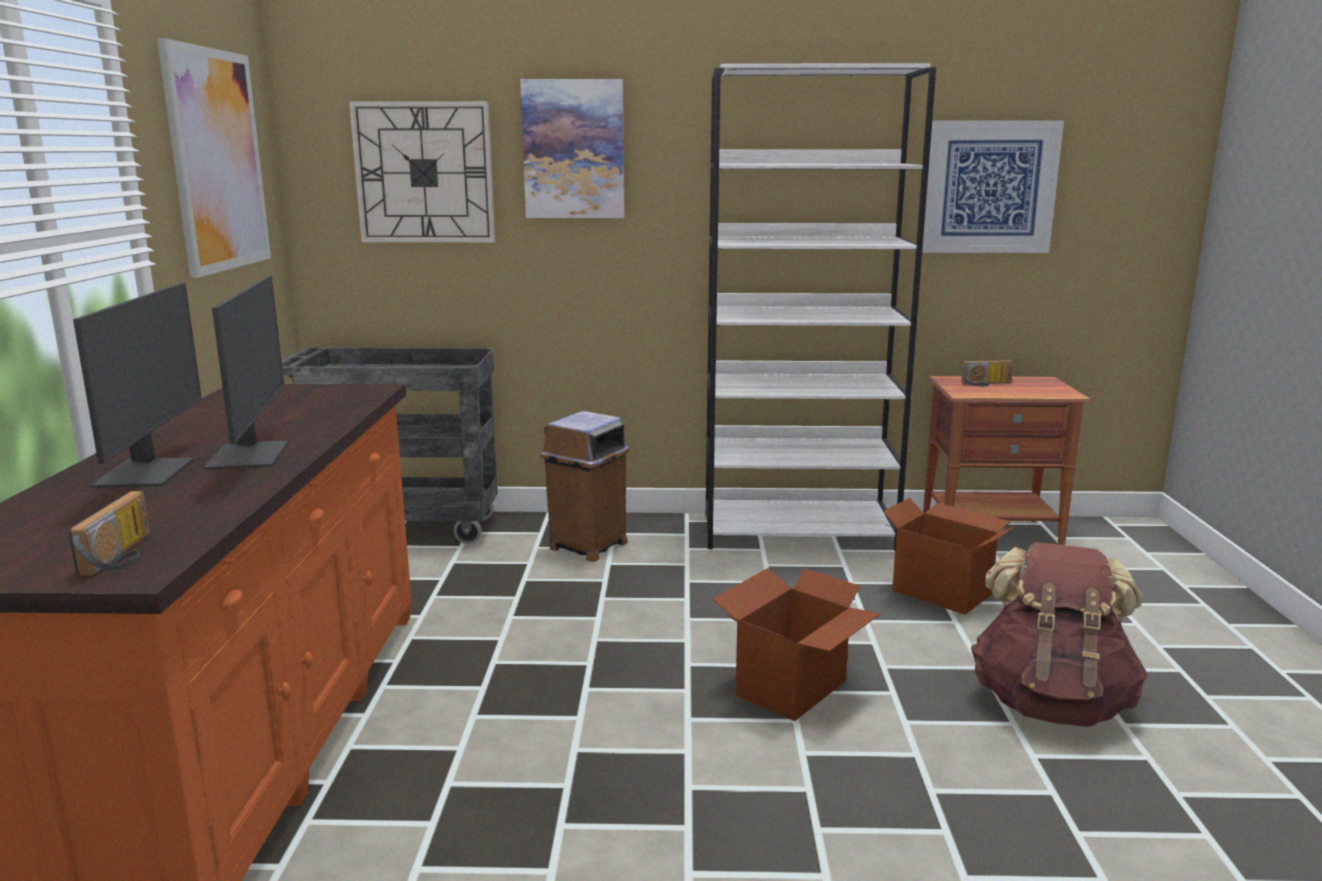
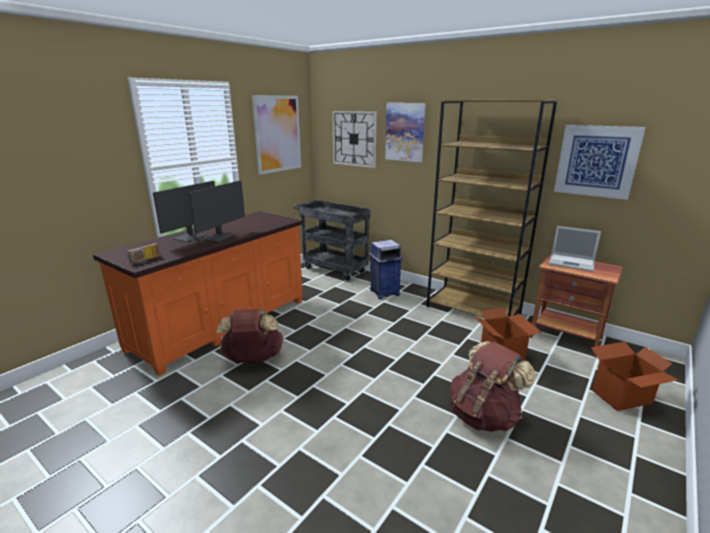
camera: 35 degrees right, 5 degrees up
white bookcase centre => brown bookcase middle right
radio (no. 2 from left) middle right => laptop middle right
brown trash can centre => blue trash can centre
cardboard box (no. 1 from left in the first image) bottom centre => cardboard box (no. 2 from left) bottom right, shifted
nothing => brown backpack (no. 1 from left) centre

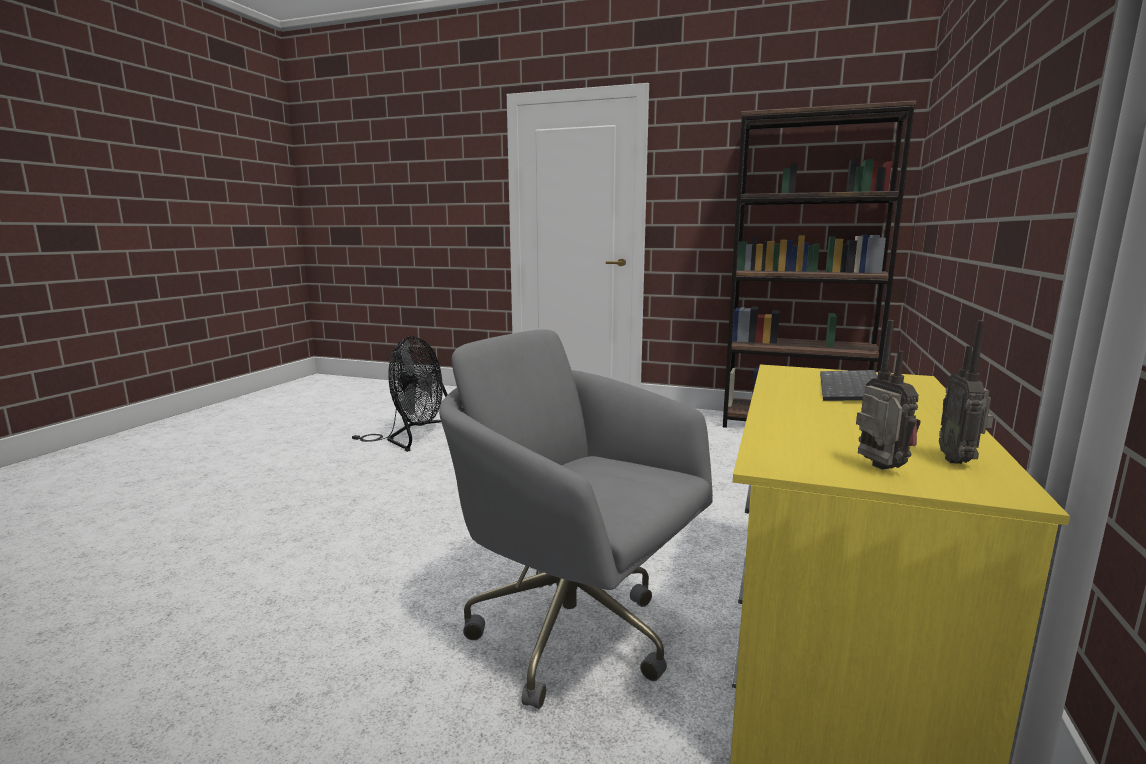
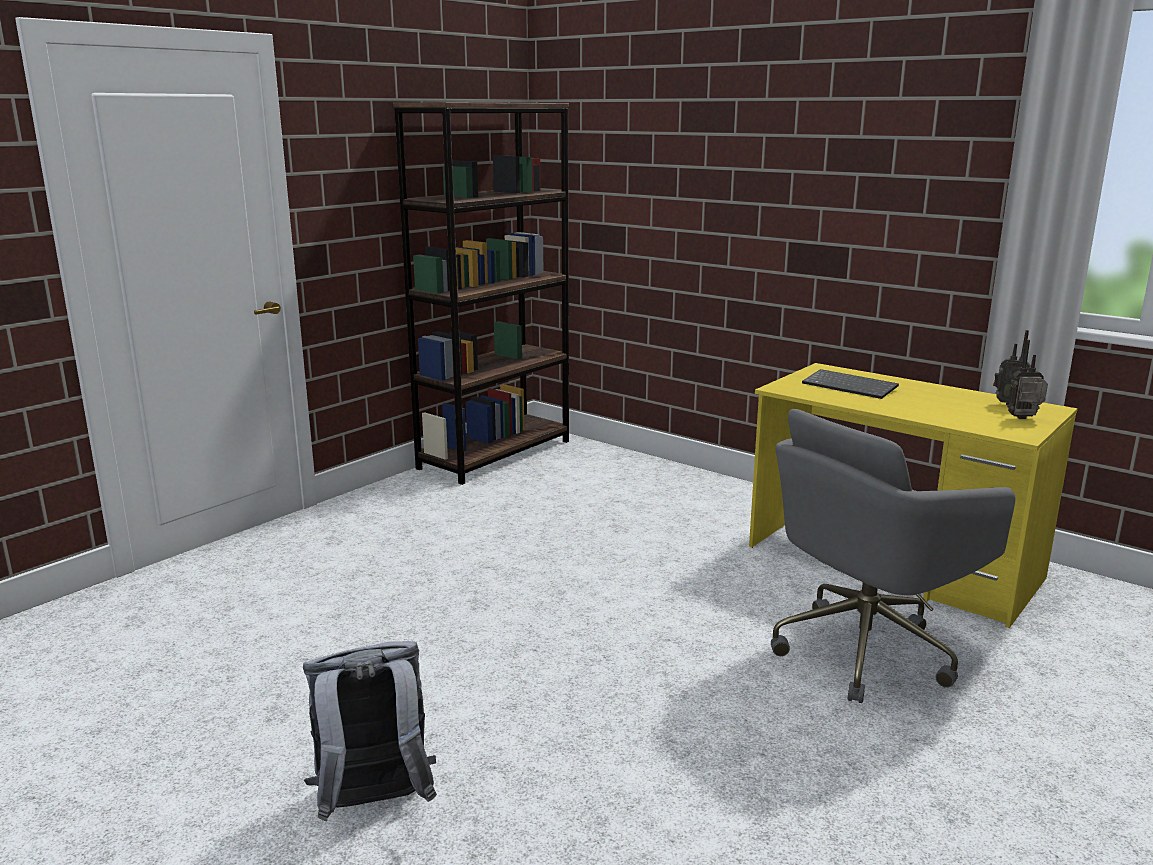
camera: 70 degrees left, 5 degrees up
black fan centre => nothing
nothing => grey backpack bottom left

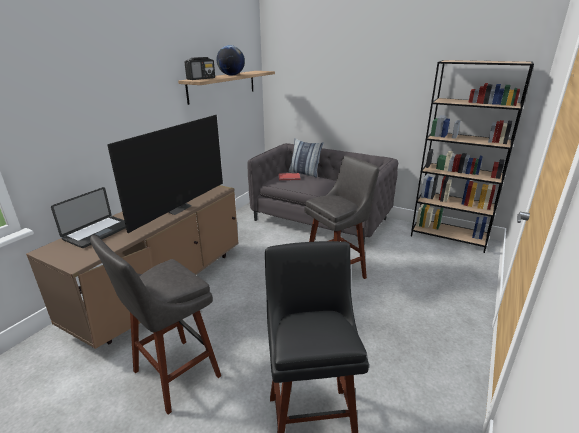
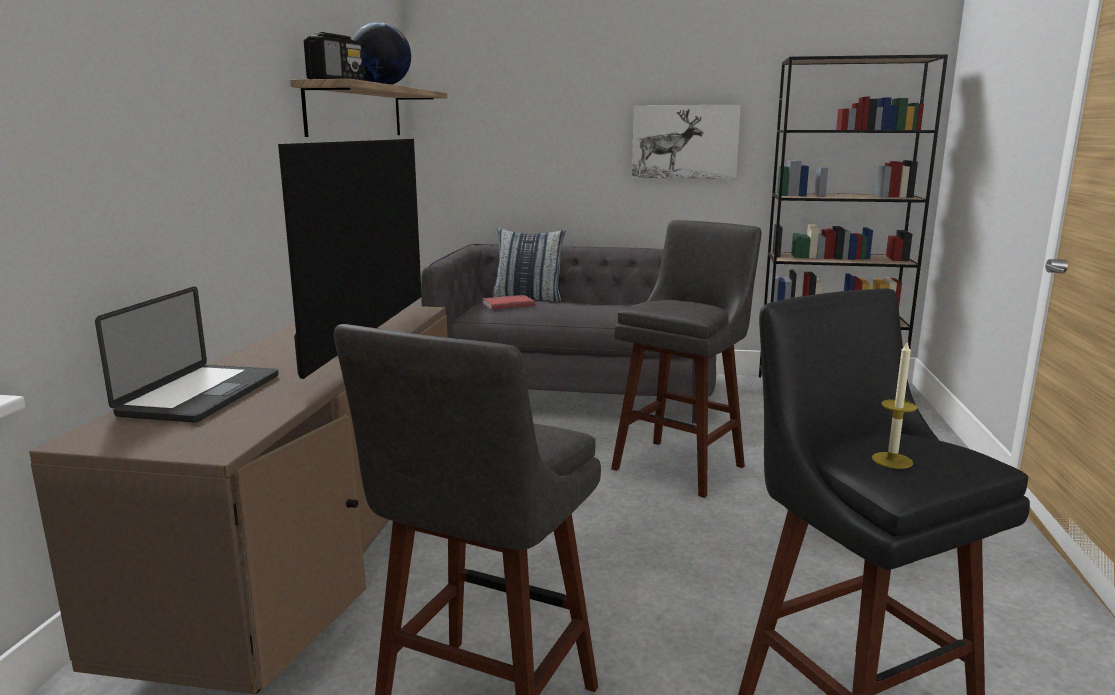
camera: 20 degrees left, 10 degrees down
nothing => picture top centre
nothing => candle middle right

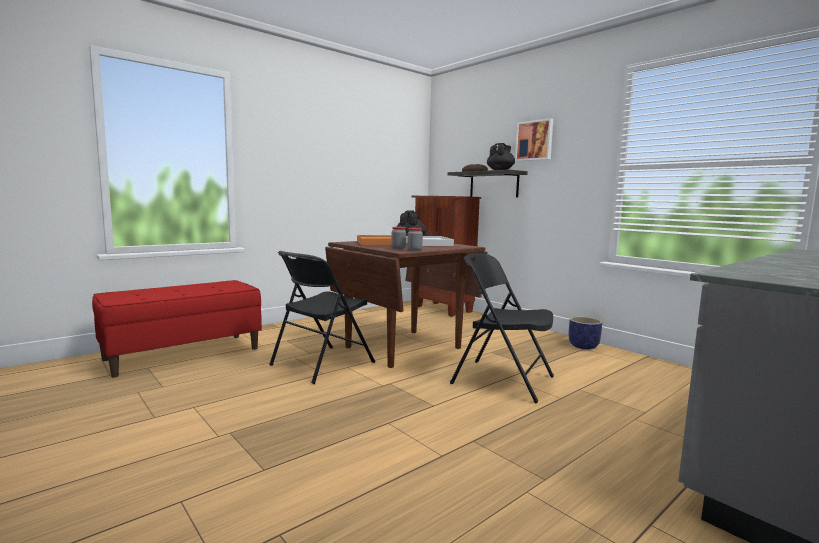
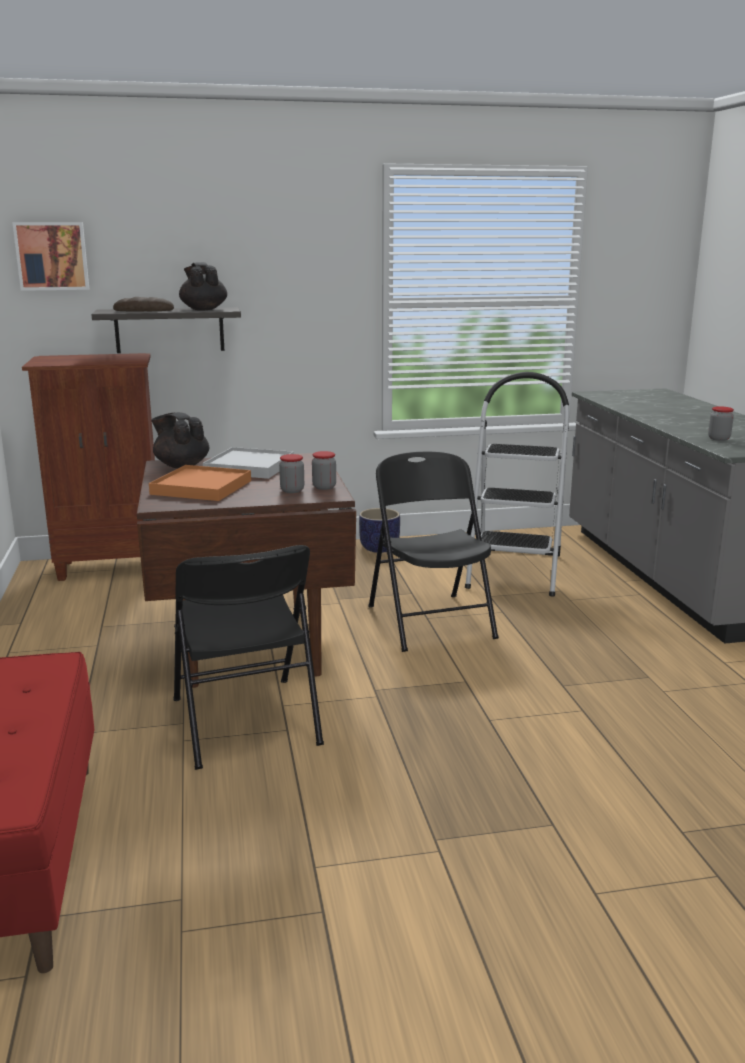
camera: 60 degrees left, 10 degrees up
picture top centre => picture top left, shifted
black chair (no. 2 from left) centre, 105 degrees clockwise
nothing => step ladder middle right
nothing => jar (no. 3 from left) middle right

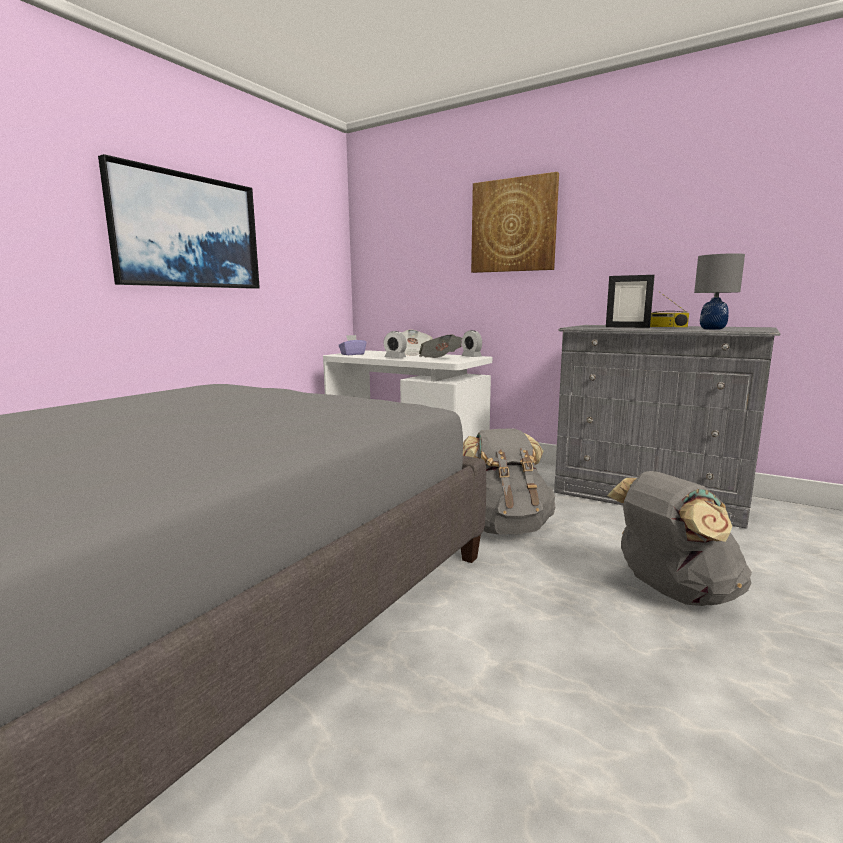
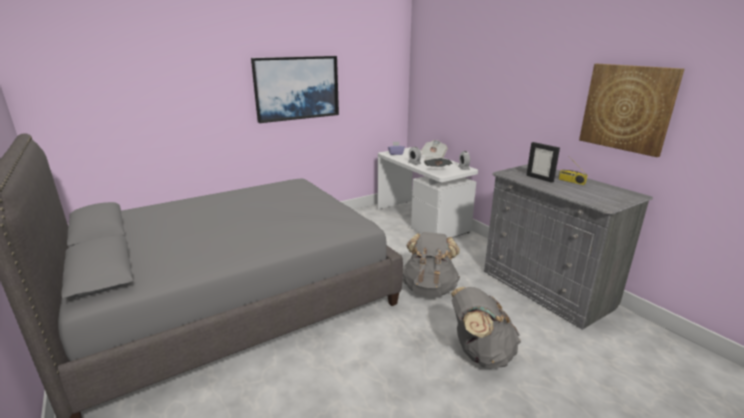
camera: 25 degrees right, 10 degrees up
picture (no. 2 from left) top centre => picture (no. 2 from left) top right, shifted
grey table lamp middle right => nothing

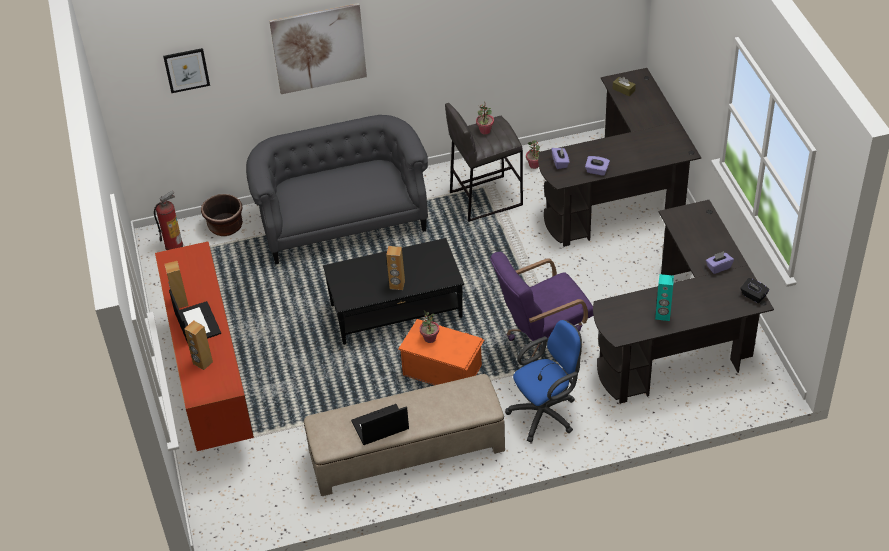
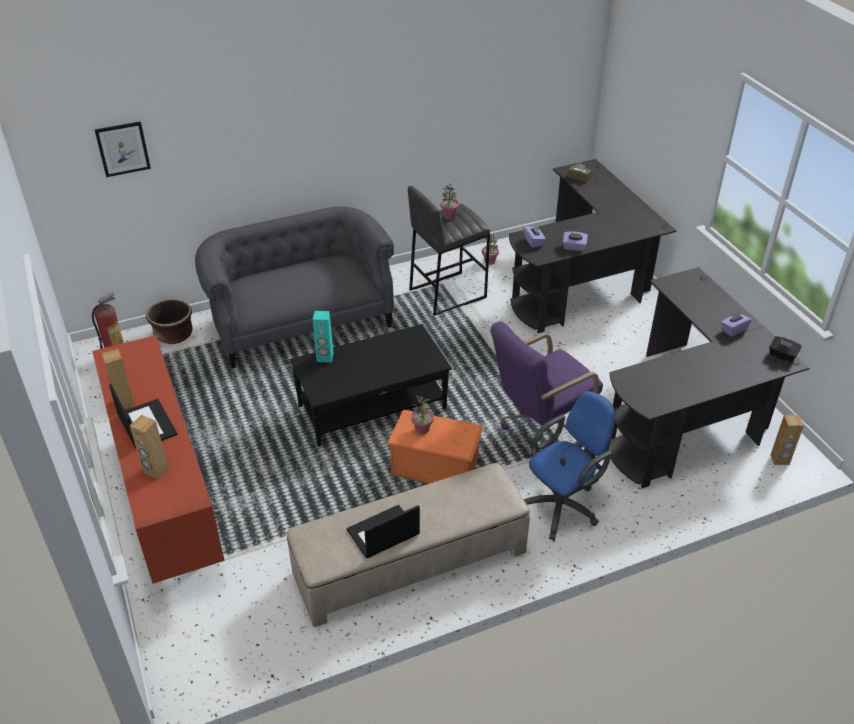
camera: 10 degrees left, 5 degrees down
picture (no. 2 from left) top centre => nothing
brown speaker (no. 3 from left) centre => brown speaker (no. 3 from left) middle right, shifted
turquoise speaker middle right => turquoise speaker centre, shifted

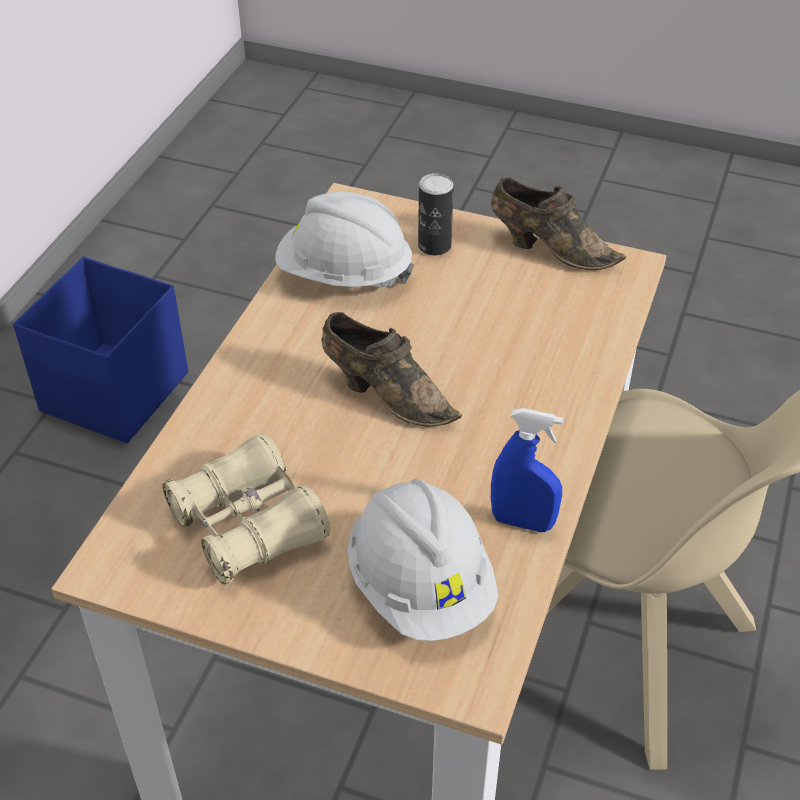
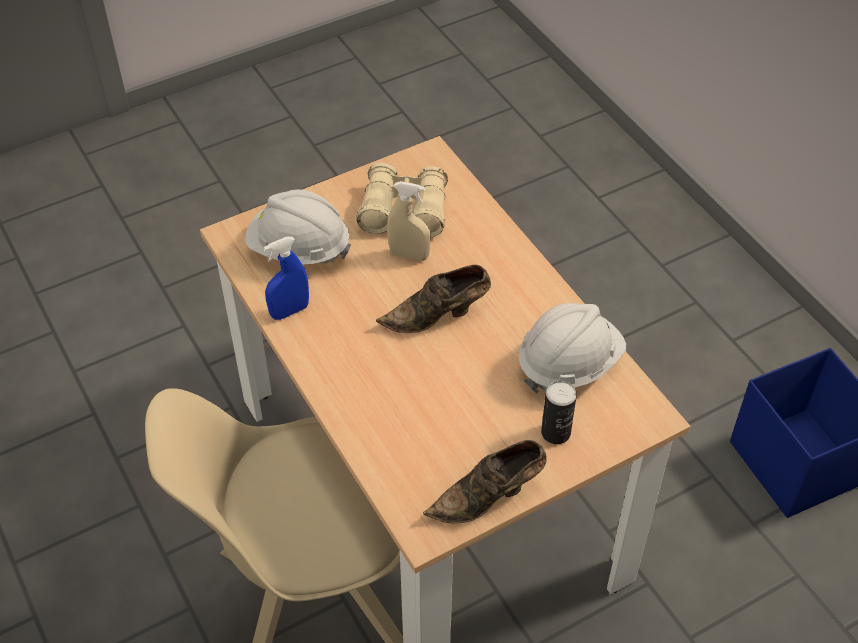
camera: 130 degrees right, 5 degrees up
nothing => beige spray bottle centre

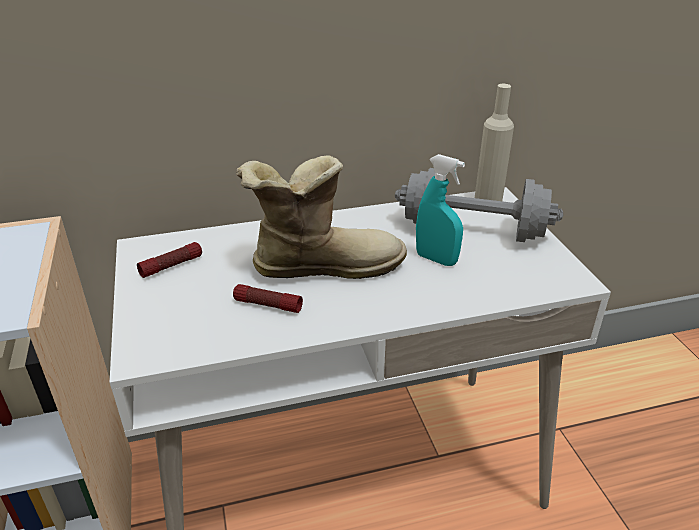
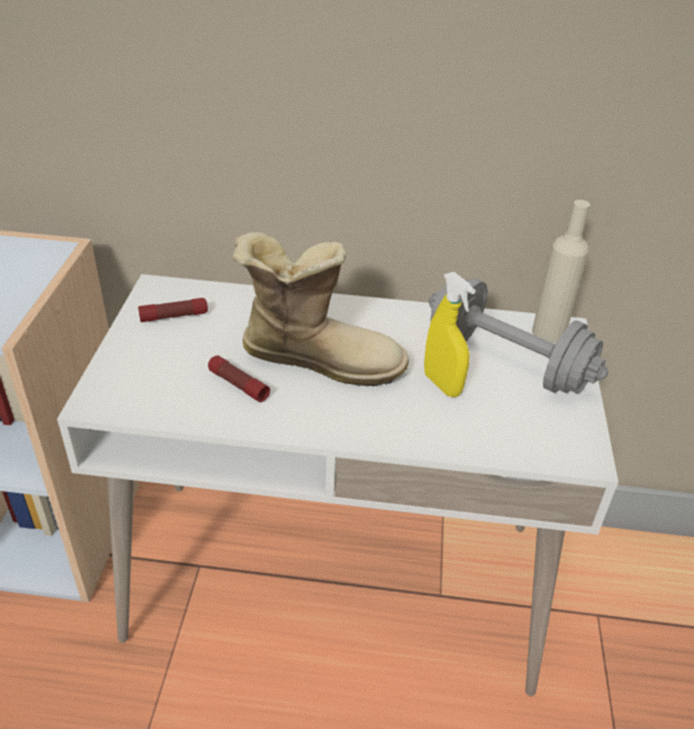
camera: 20 degrees right, 5 degrees up
turquoise spray bottle centre => yellow spray bottle centre

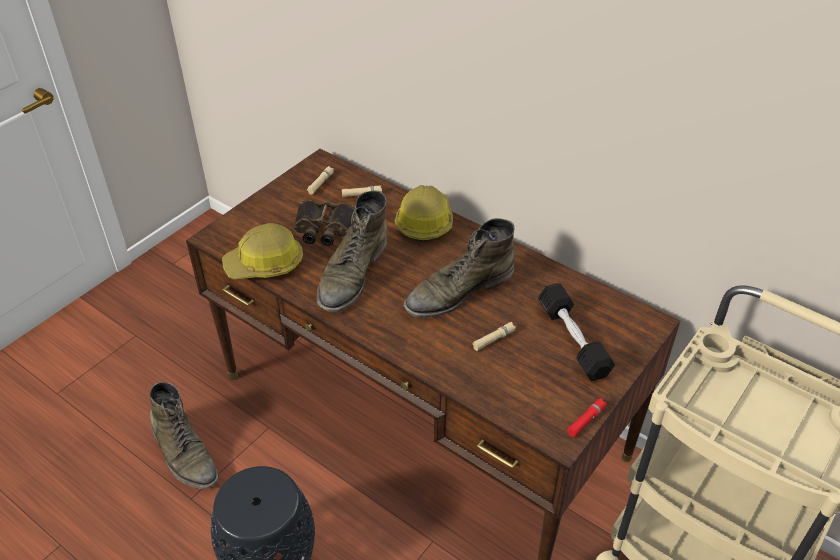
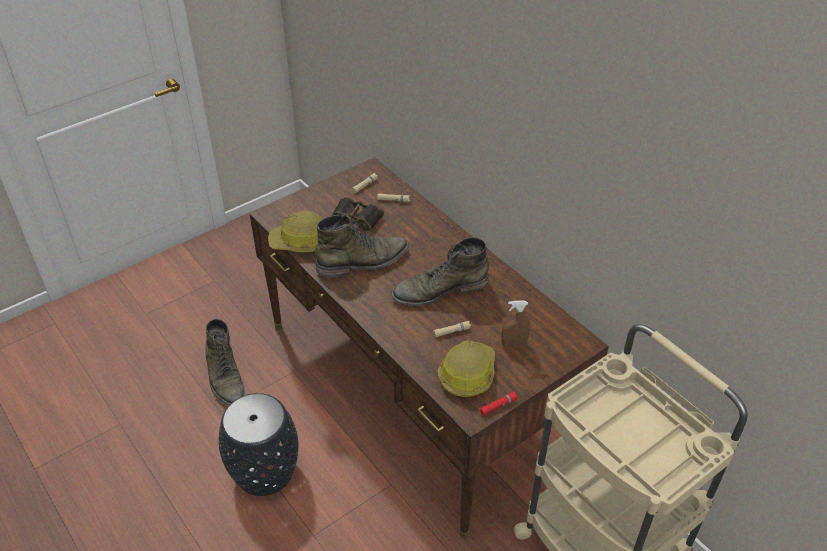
camera: 15 degrees right, 0 degrees up
hard hat (no. 2 from left) centre => hard hat (no. 2 from left) bottom centre, shifted
green boot (no. 2 from left) centre, 150 degrees counterclockwise
black dumbbell middle right => brown spray bottle centre

